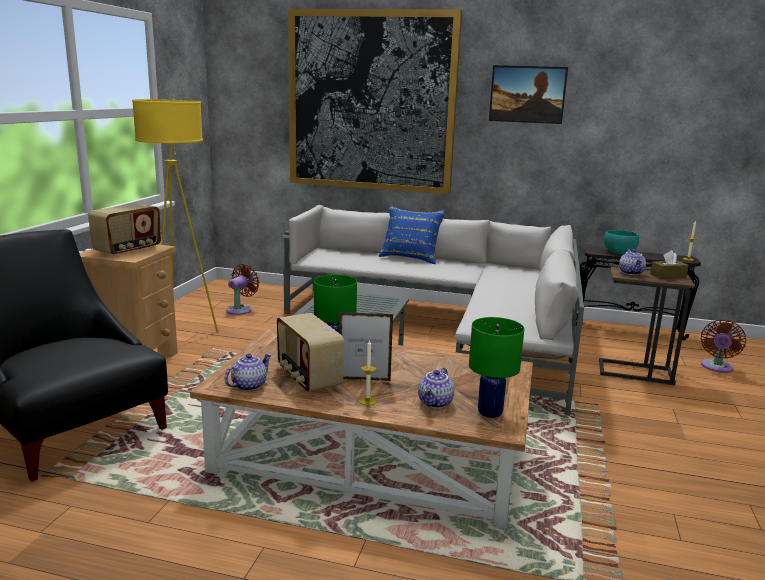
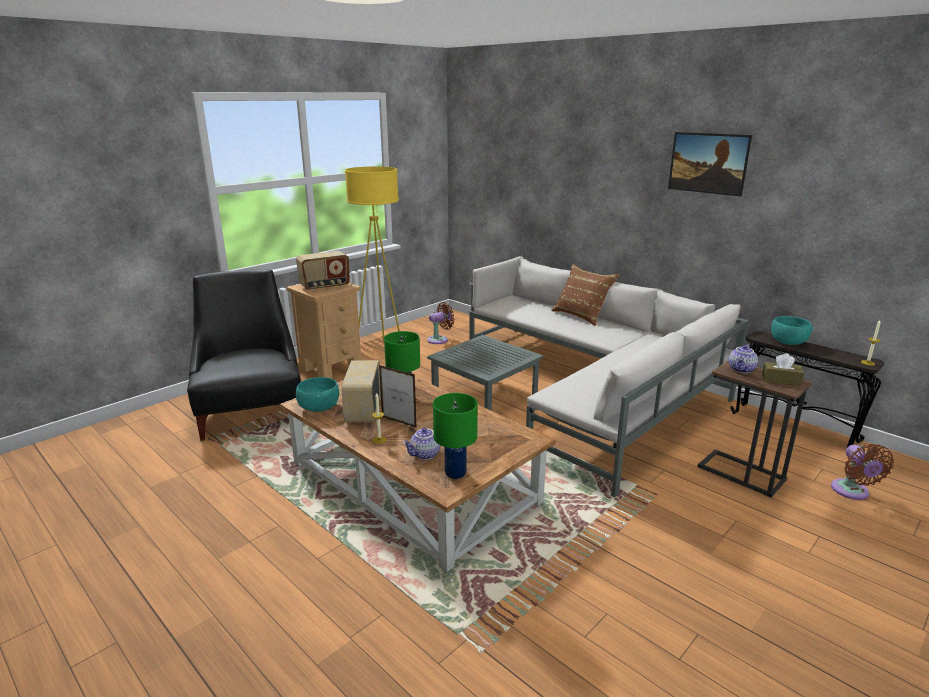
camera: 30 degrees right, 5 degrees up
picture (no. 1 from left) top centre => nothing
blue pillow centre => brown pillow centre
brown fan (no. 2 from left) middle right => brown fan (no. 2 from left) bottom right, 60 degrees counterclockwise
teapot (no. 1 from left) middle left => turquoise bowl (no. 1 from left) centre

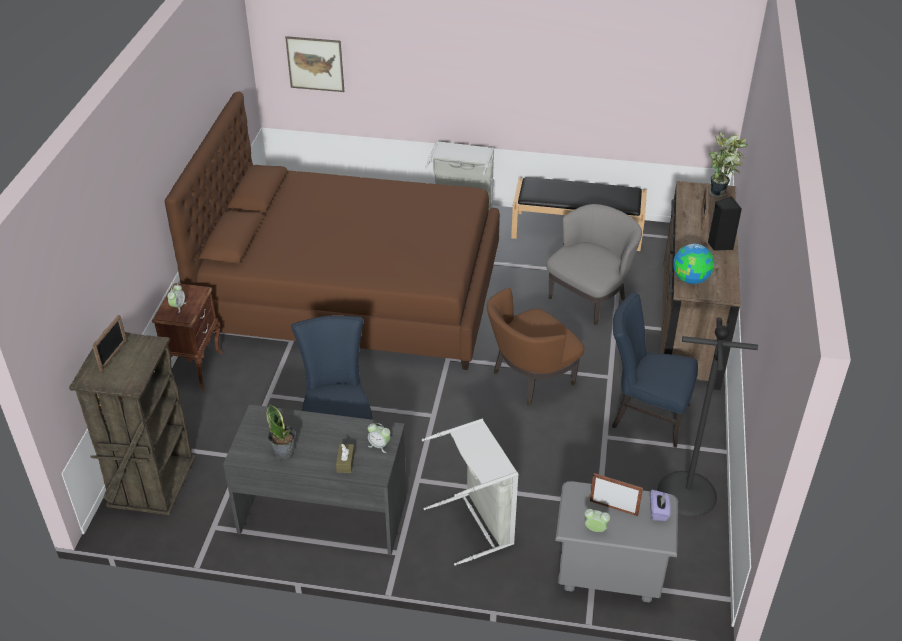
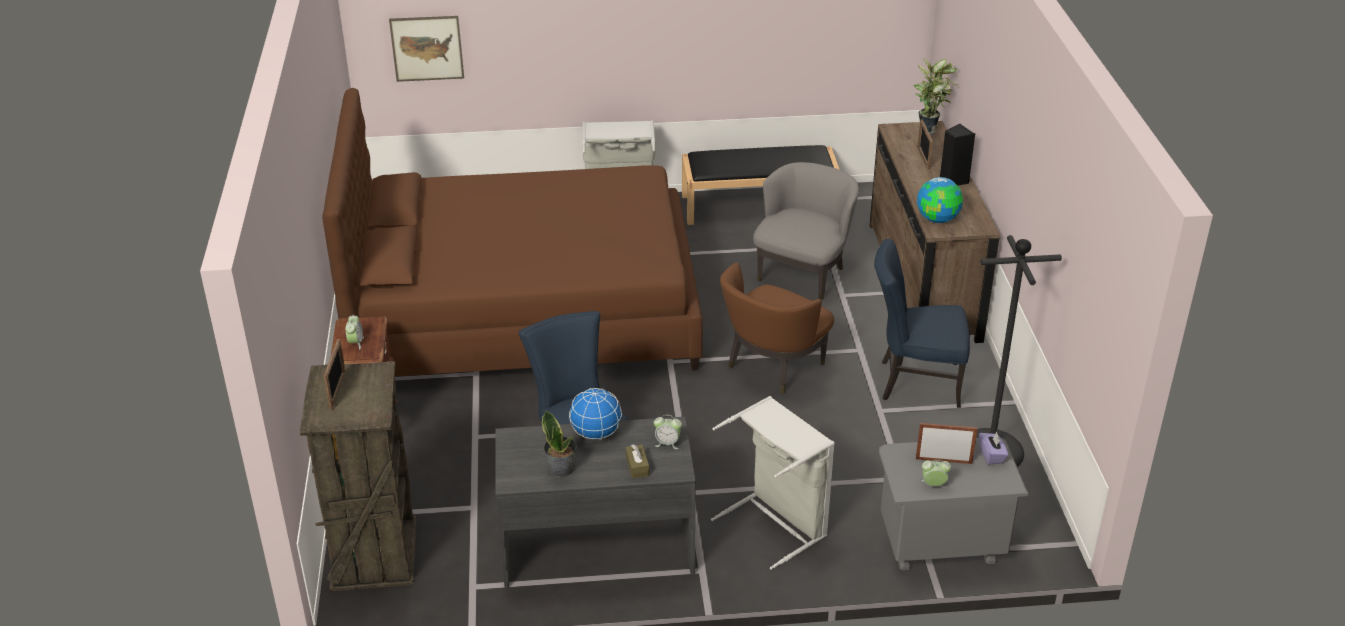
camera: 15 degrees left, 5 degrees down
nothing => globe (no. 1 from left) centre

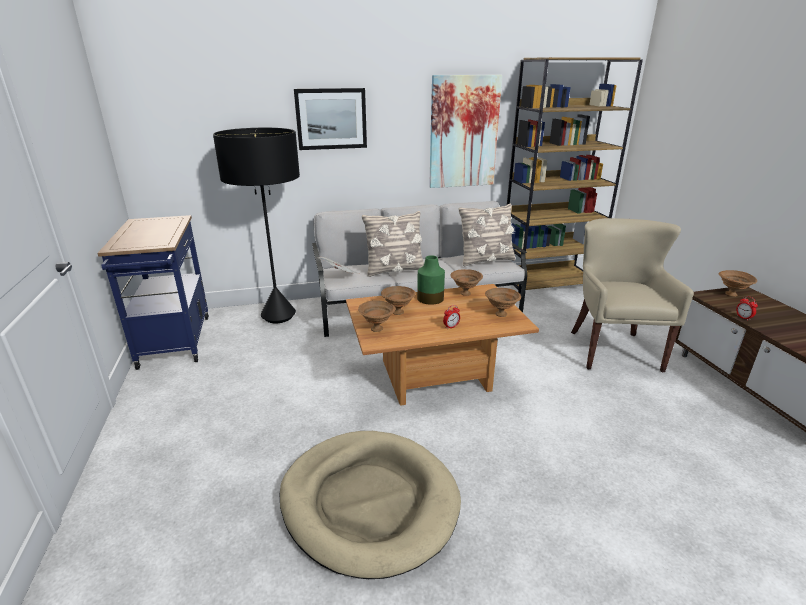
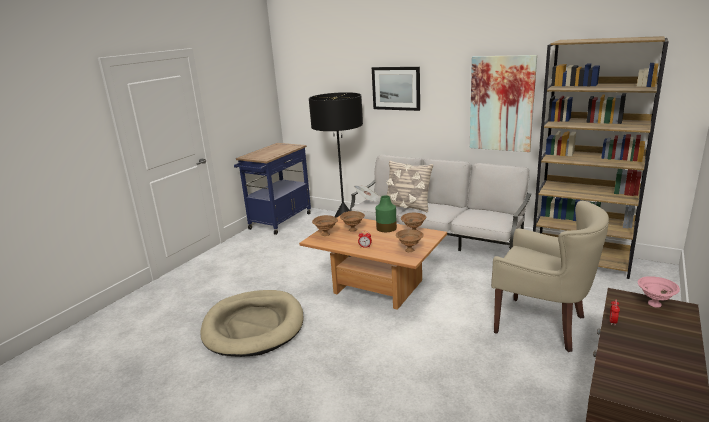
camera: 45 degrees right, 5 degrees down
beige pillow (no. 2 from left) centre => nothing
beige armchair middle right, 75 degrees clockwise
brown bowl (no. 5 from left) middle right => pink bowl bottom right

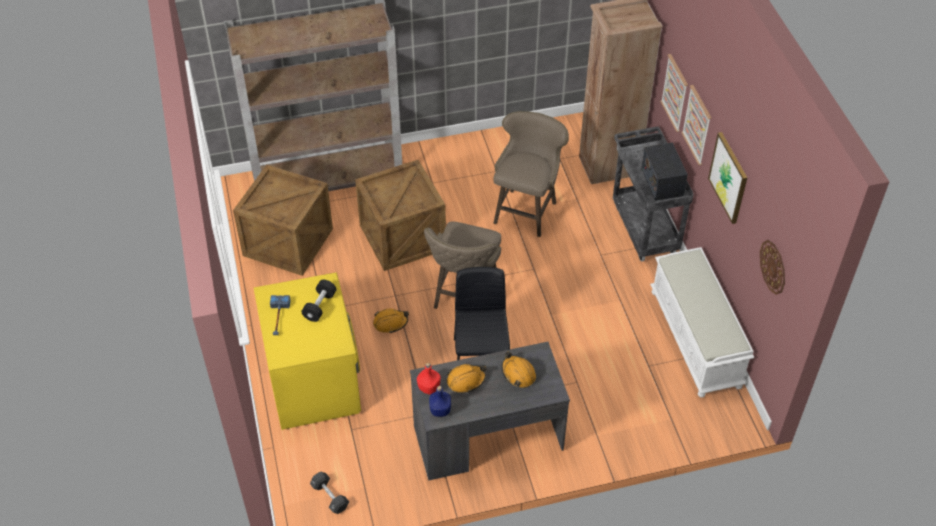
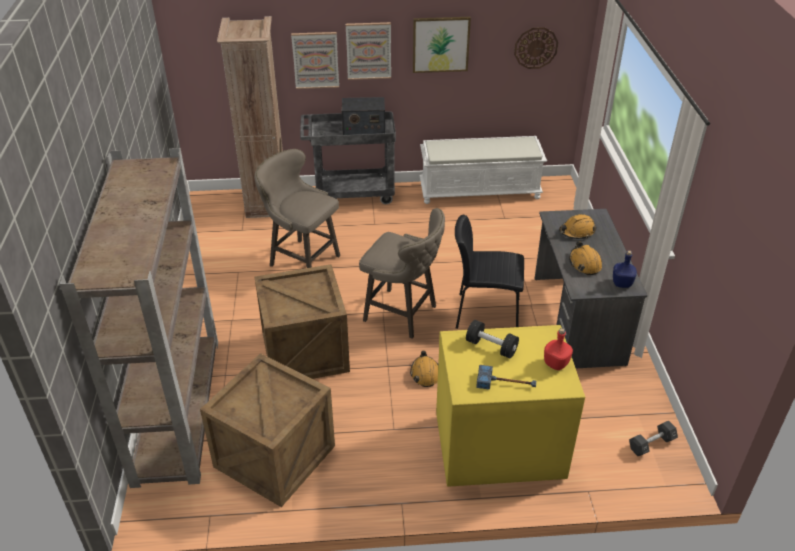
camera: 80 degrees left, 10 degrees down
red bottle bottom centre => red bottle middle right, shifted

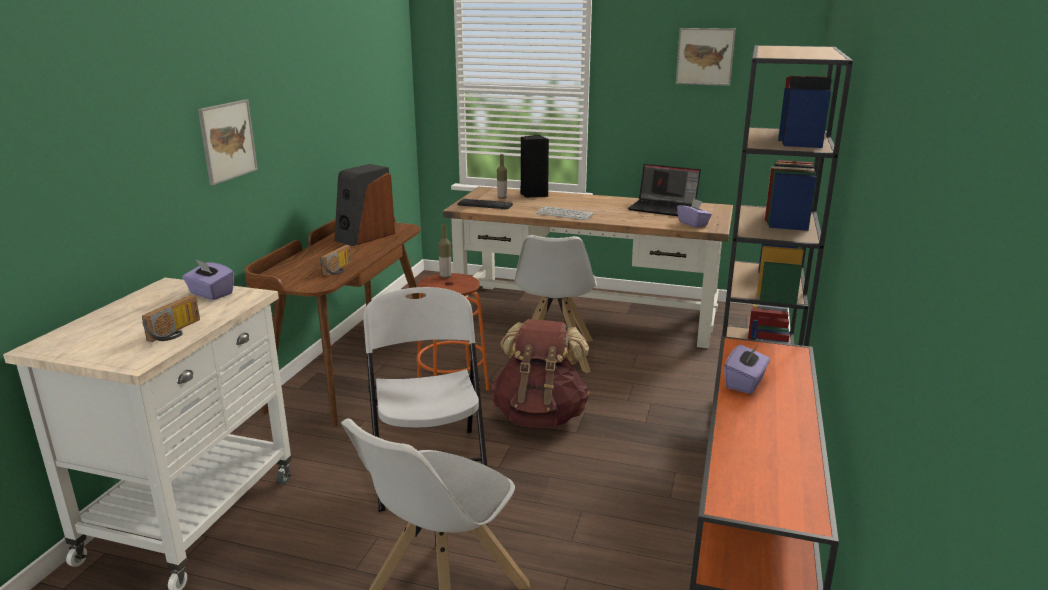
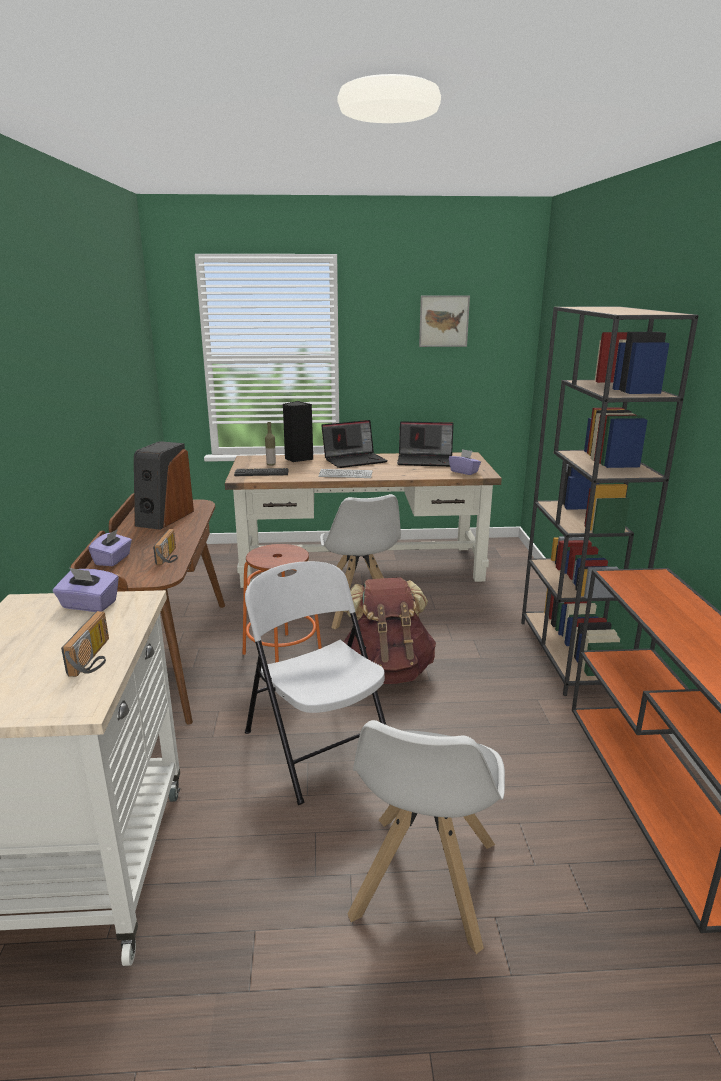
camera: 20 degrees left, 0 degrees up
picture (no. 1 from left) top left => nothing
bottle (no. 1 from left) centre => nothing
purple tissue box (no. 3 from left in the first image) middle right => purple tissue box (no. 2 from left) middle left, shifted
nothing => laptop (no. 1 from left) centre

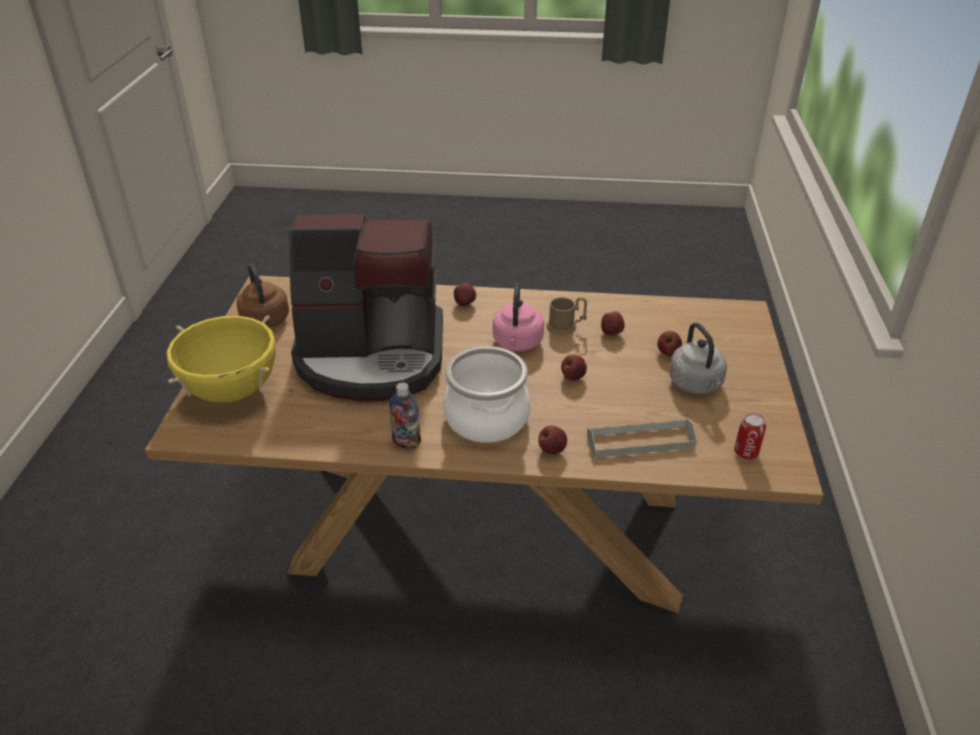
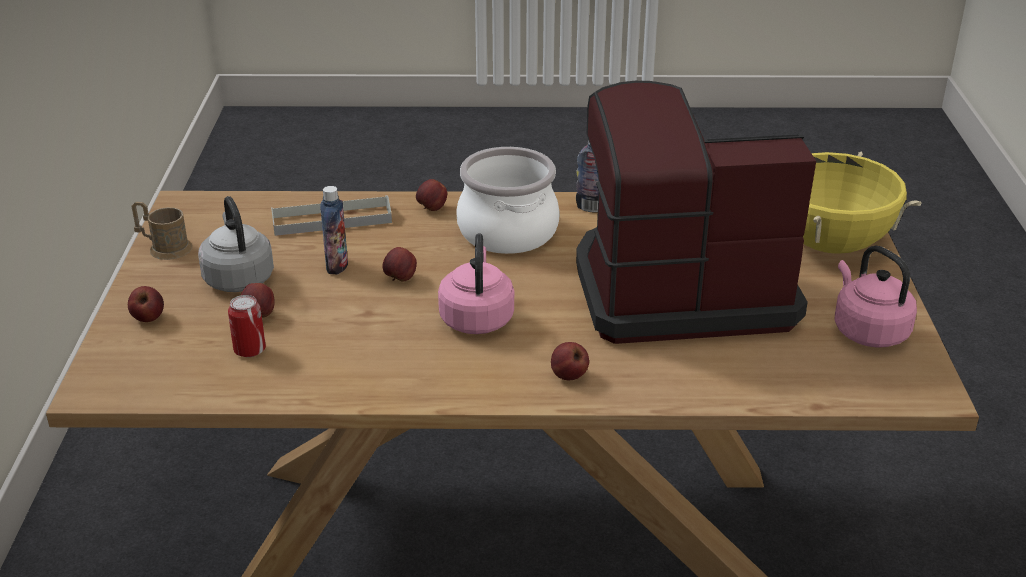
camera: 175 degrees right, 5 degrees down
brown kettle middle left => pink kettle (no. 2 from left) middle right
brown mug centre => brown mug middle left, shifted
apple (no. 4 from left in the first image) centre => apple (no. 1 from left) middle left, shifted
can middle right => can middle left, shifted
nothing => bottle (no. 1 from left) middle left

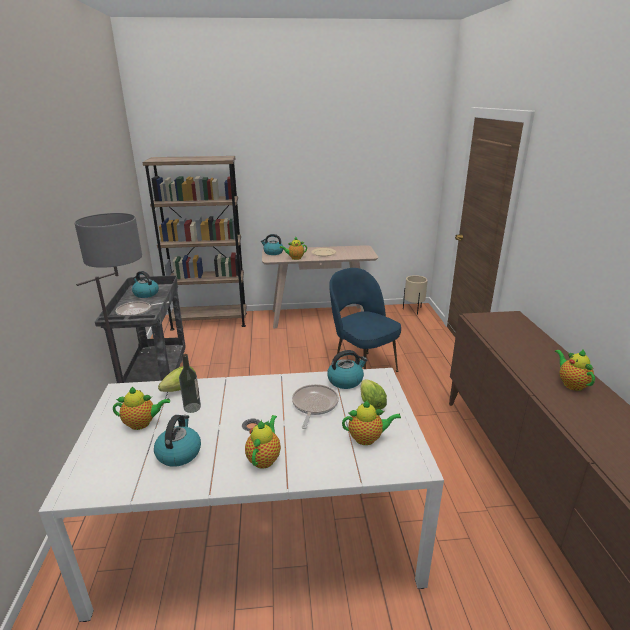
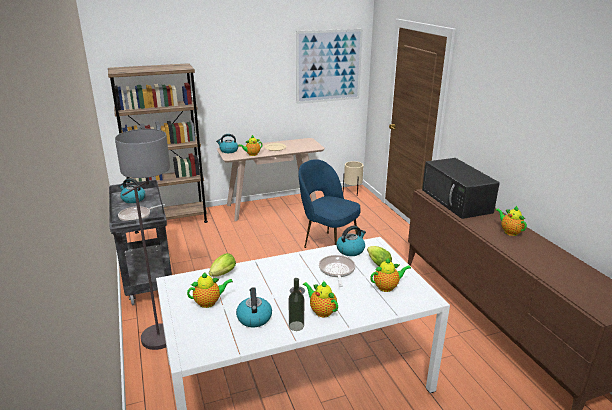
camera: 15 degrees left, 0 degrees up
bottle middle left => bottle bottom centre, shifted
teapot (no. 2 from left in the first image) bottom centre => teapot (no. 3 from left) bottom centre, 45 degrees counterclockwise
nothing => picture top centre
nothing => black microwave middle right

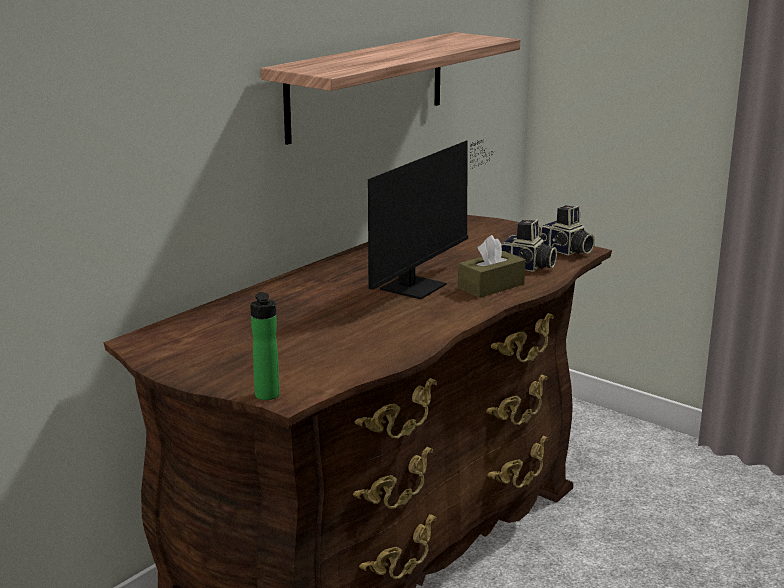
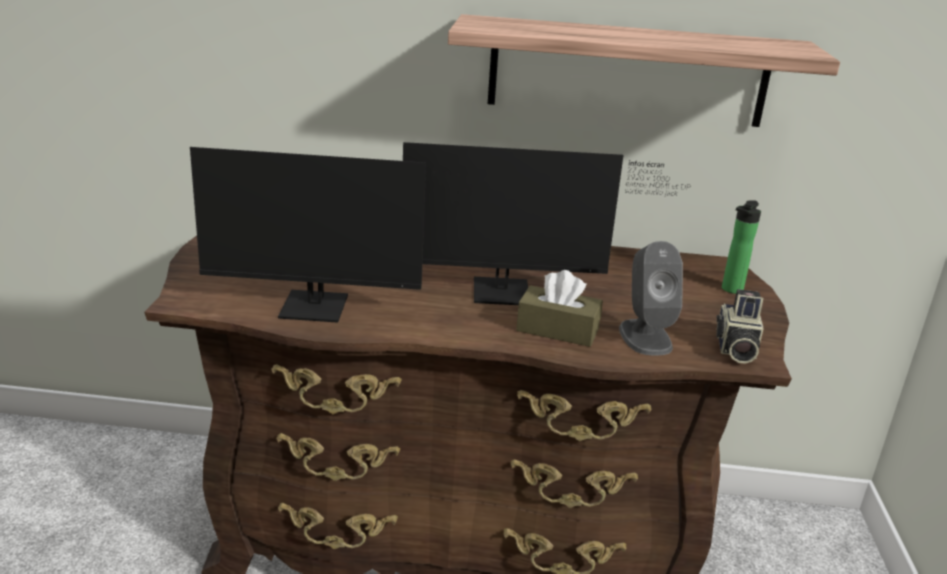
camera: 55 degrees right, 5 degrees up
photo camera (no. 1 from left) middle right => grey speaker middle right
bottle centre => bottle middle right, shifted
nothing => monitor (no. 1 from left) centre

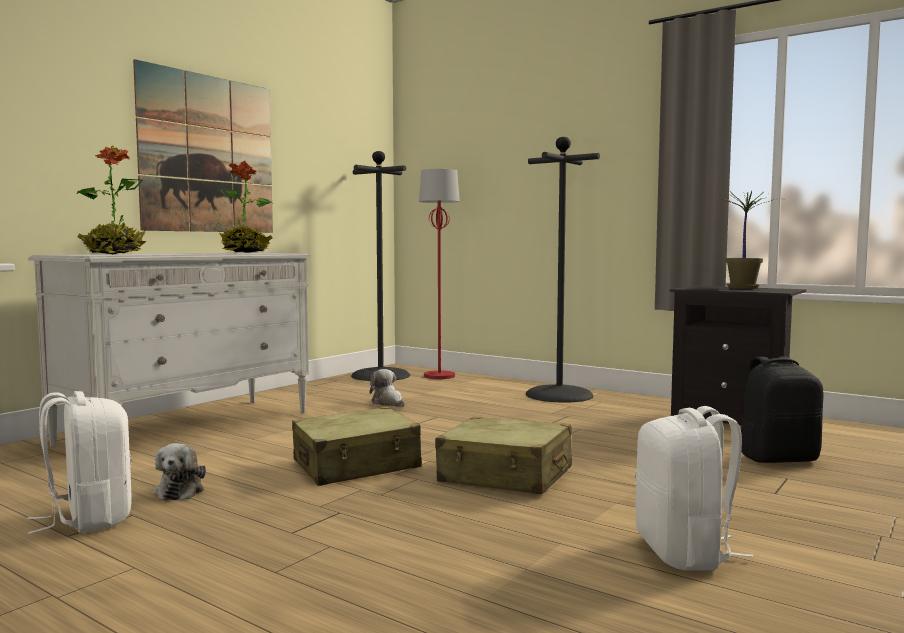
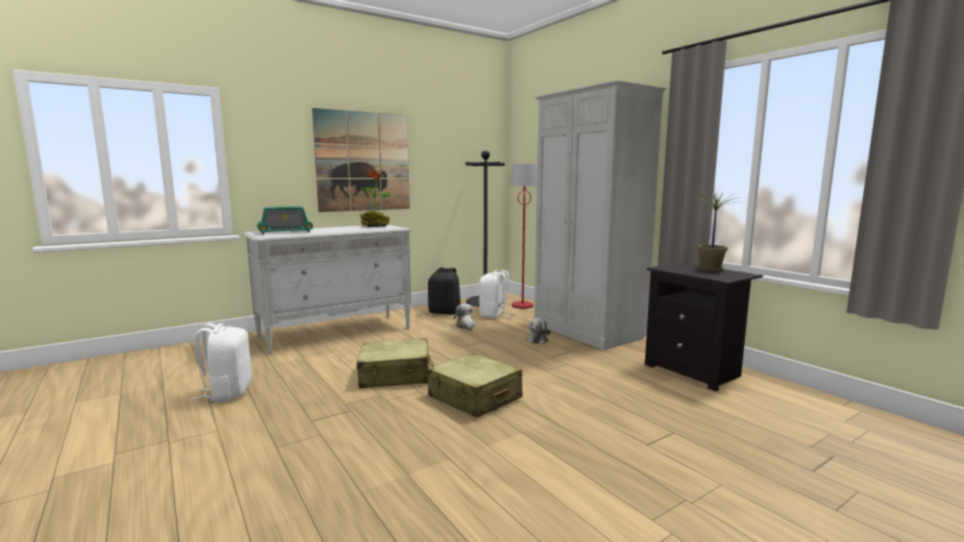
camera: 20 degrees right, 5 degrees up
black clothes rack (no. 2 from left) centre => white wardrobe centre
potted plant (no. 1 from left) top left => radio middle left
black backpack middle right => black backpack centre, shifted
white backpack (no. 2 from left) bottom right => white backpack (no. 2 from left) centre, shifted
plush toy (no. 1 from left in the first image) bottom left => plush toy (no. 2 from left) centre, shifted

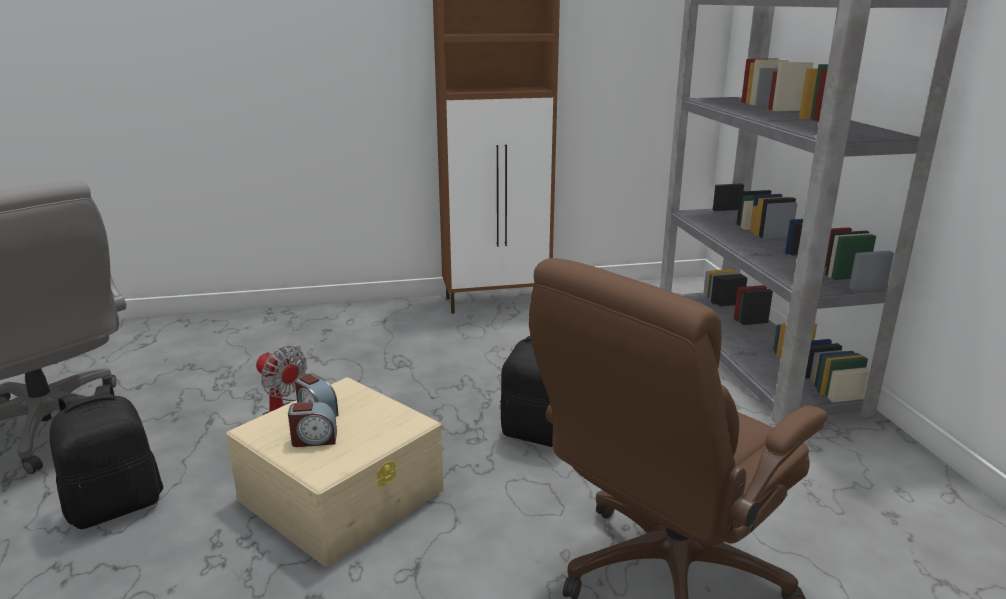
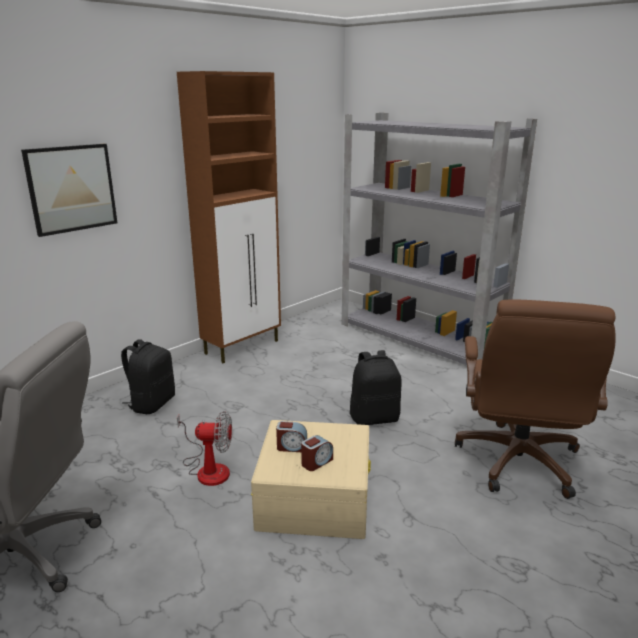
camera: 35 degrees left, 0 degrees up
black backpack (no. 1 from left) bottom left => black backpack (no. 1 from left) middle left, shifted
nothing => picture top left

